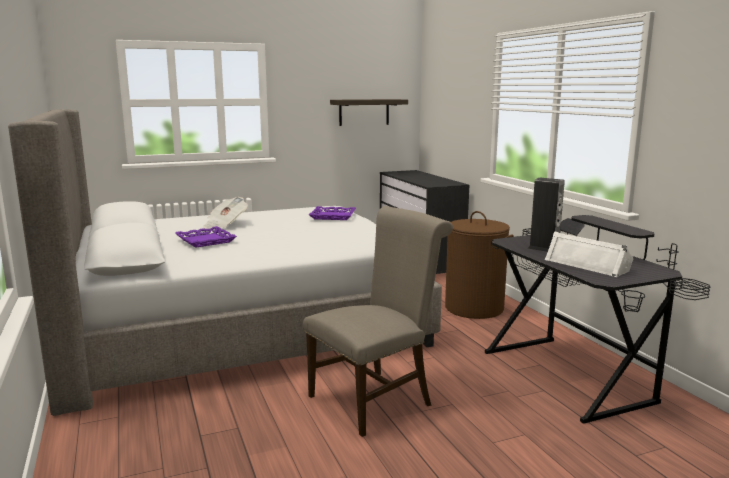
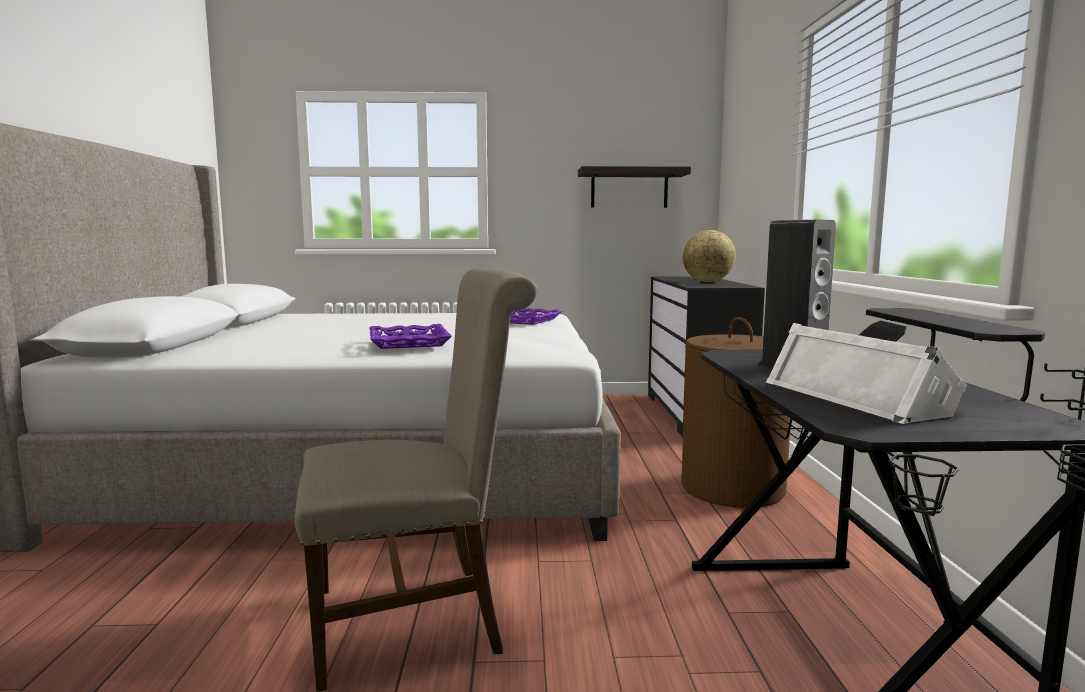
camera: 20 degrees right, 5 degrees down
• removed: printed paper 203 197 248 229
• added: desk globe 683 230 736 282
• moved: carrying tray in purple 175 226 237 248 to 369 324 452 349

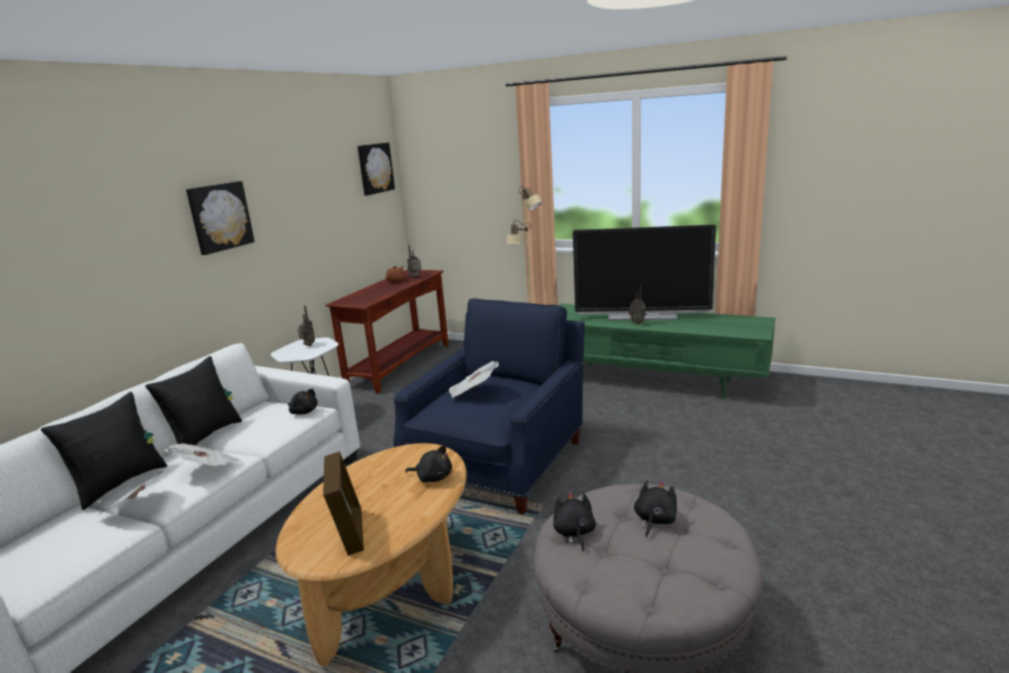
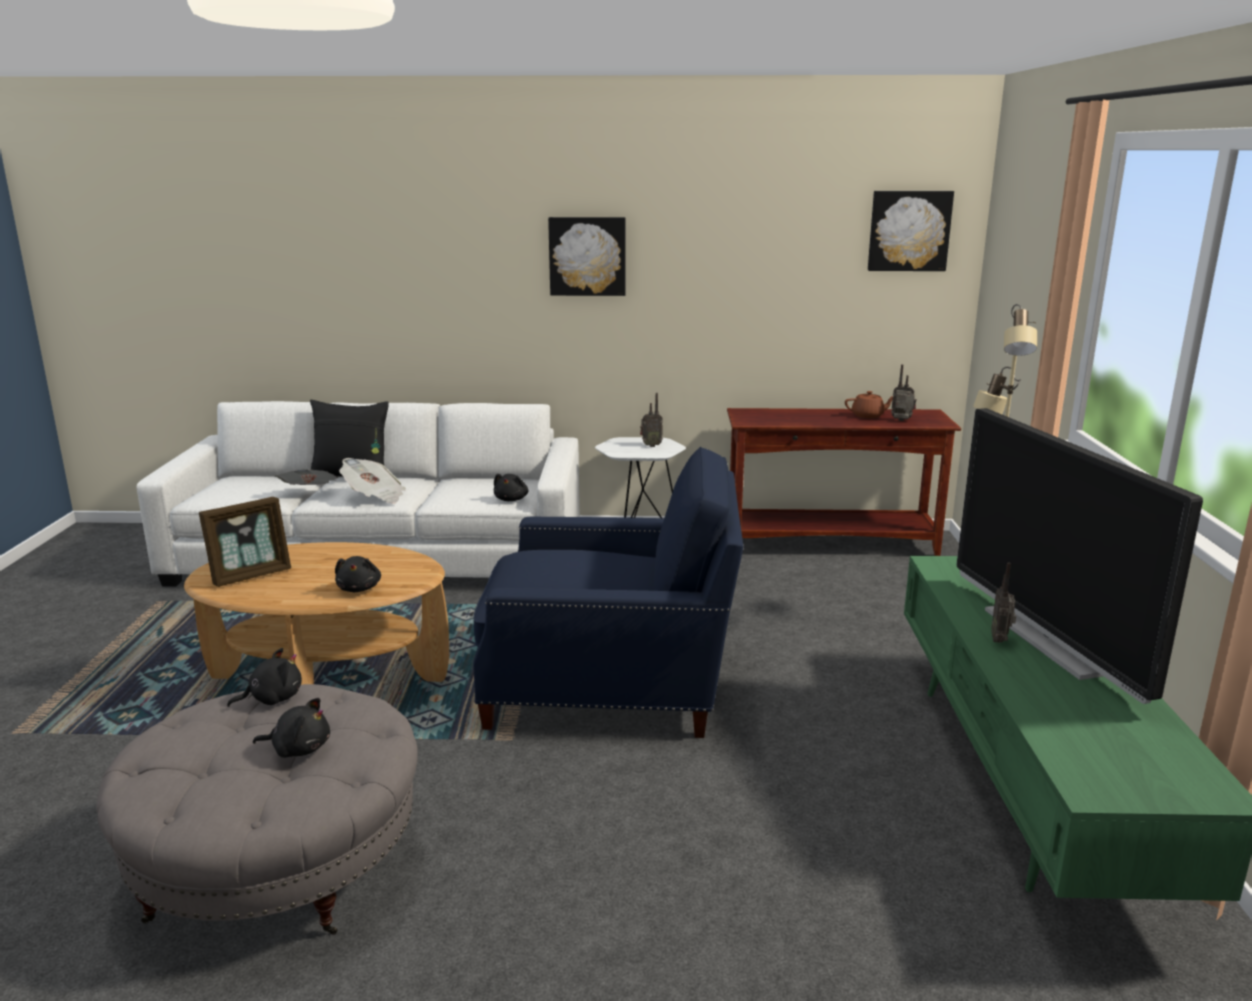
camera: 65 degrees right, 0 degrees up
• removed: cushion in black 145 356 242 445
• removed: printed paper 449 361 499 398

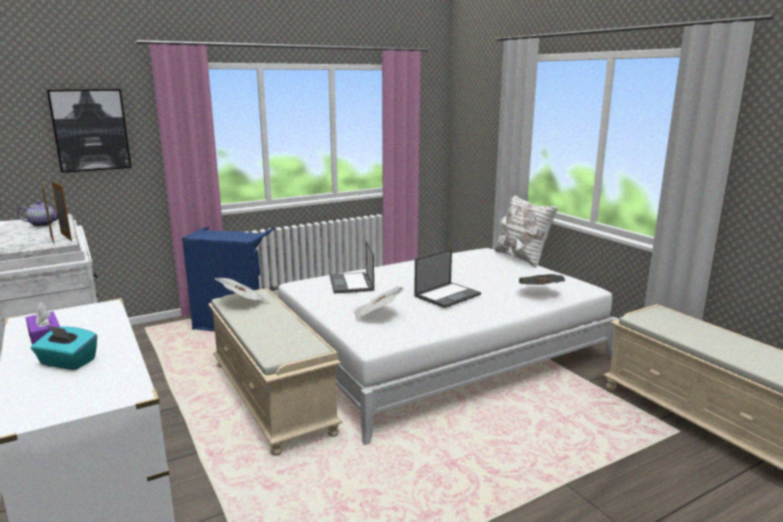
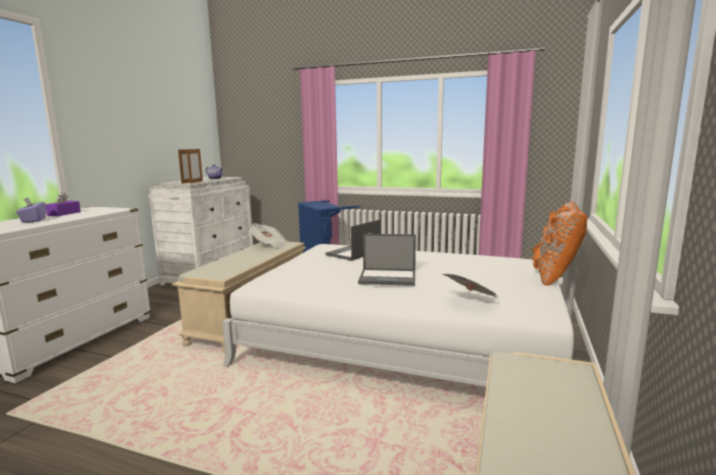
camera: 50 degrees right, 5 degrees down
• removed: wall art 47 89 131 173
• removed: printed paper 353 286 404 318
• recoloured: tissue holder in blue-green 31 325 97 370 to tissue holder in purple 16 198 46 223
• recoloured: cushion in white 495 196 557 268 to cushion in orangey 531 201 588 286

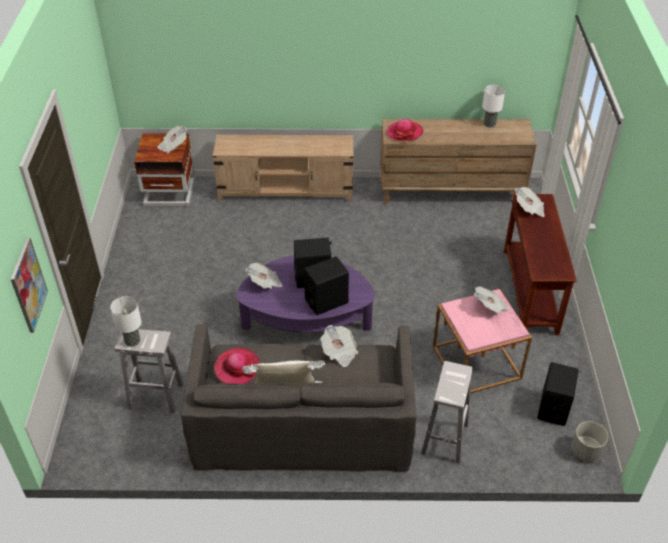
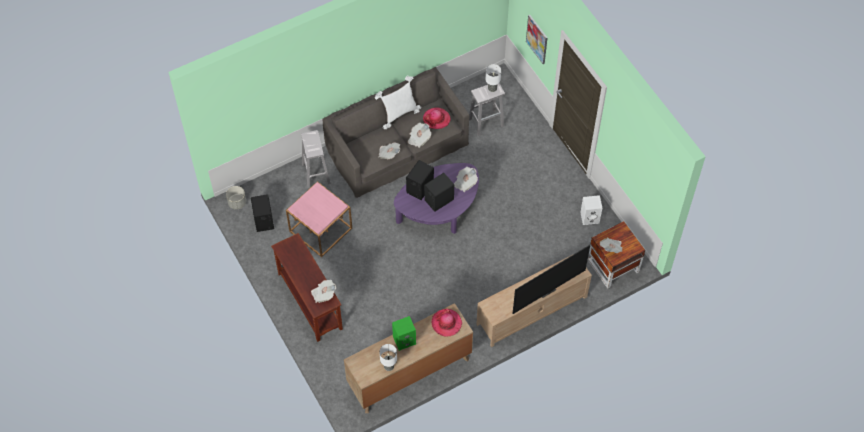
camera: 150 degrees right, 15 degrees up
• added: audio speaker in greenish 392 316 416 351
• added: TV set 512 245 590 314
• added: audio speaker in white 580 195 602 225
• moved: printed paper 474 286 510 313 to 408 123 431 148

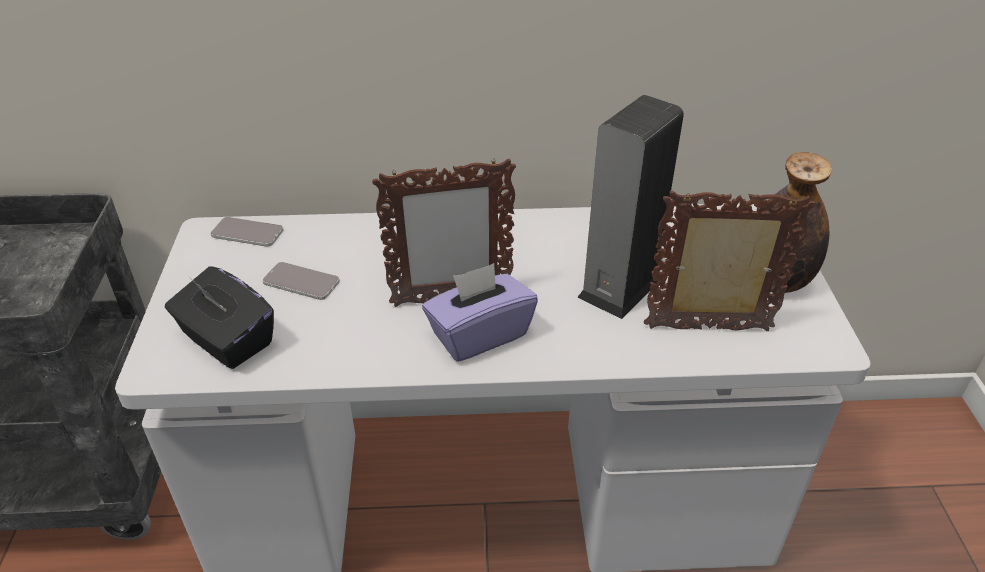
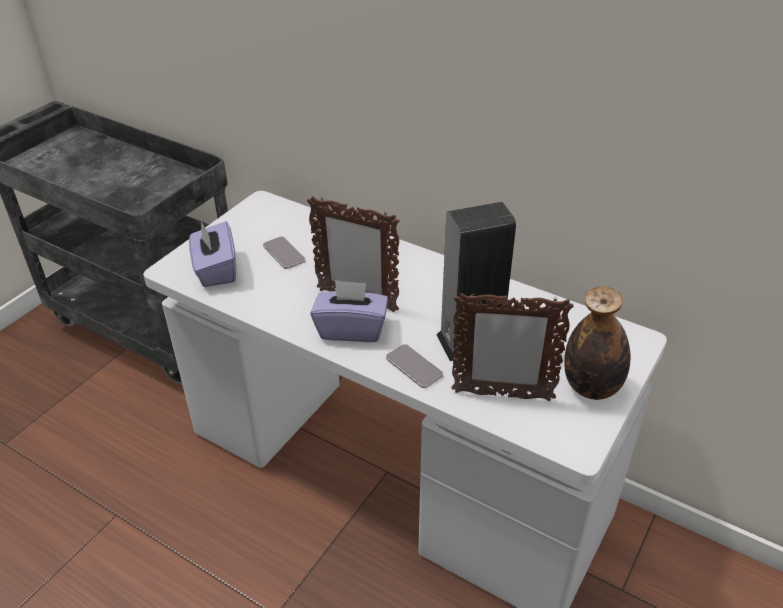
camera: 35 degrees right, 0 degrees up
• moved: telephone 211 217 284 247 to 386 344 443 388
• recoloured: tissue holder in black 165 267 274 369 to tissue holder in purple 189 221 236 287
• turned: photo frame 644 191 816 331 = 452 292 574 401 150 degrees clockwise

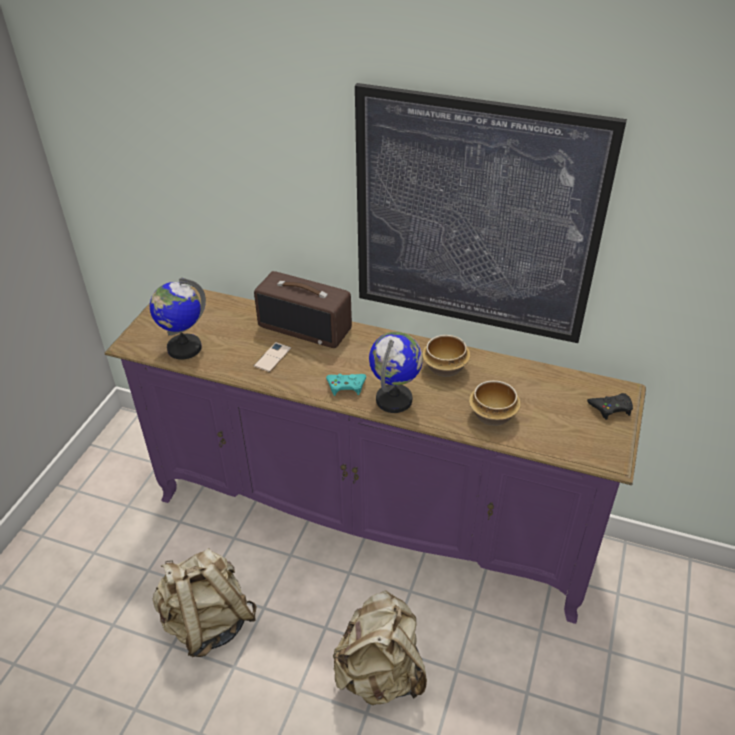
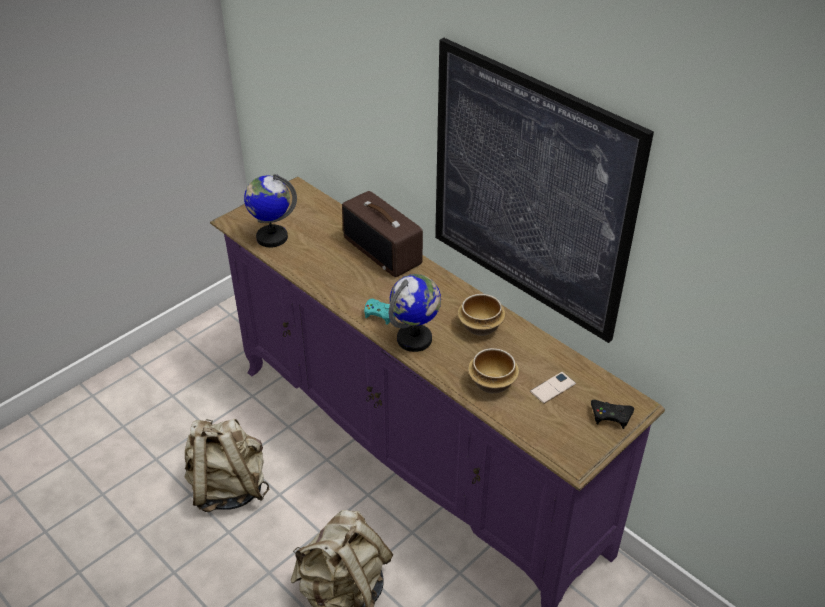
camera: 25 degrees right, 0 degrees up
• moved: telephone 254 342 291 372 to 530 372 576 404

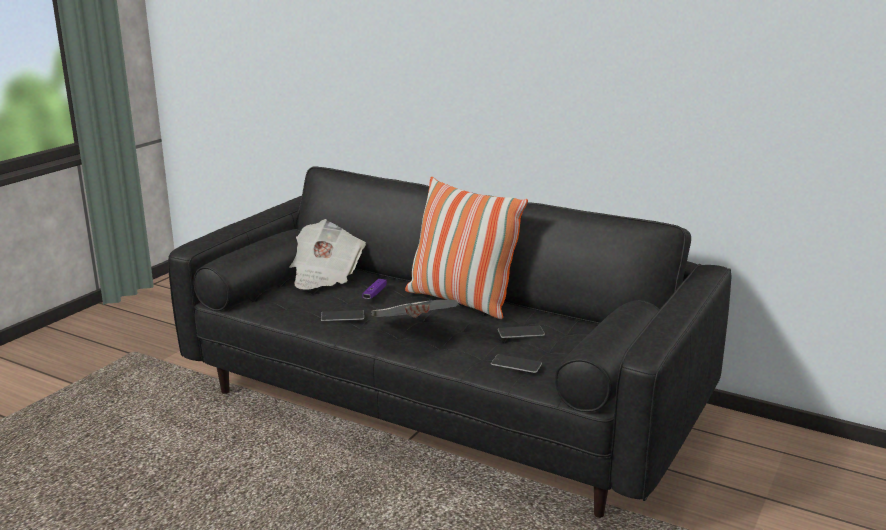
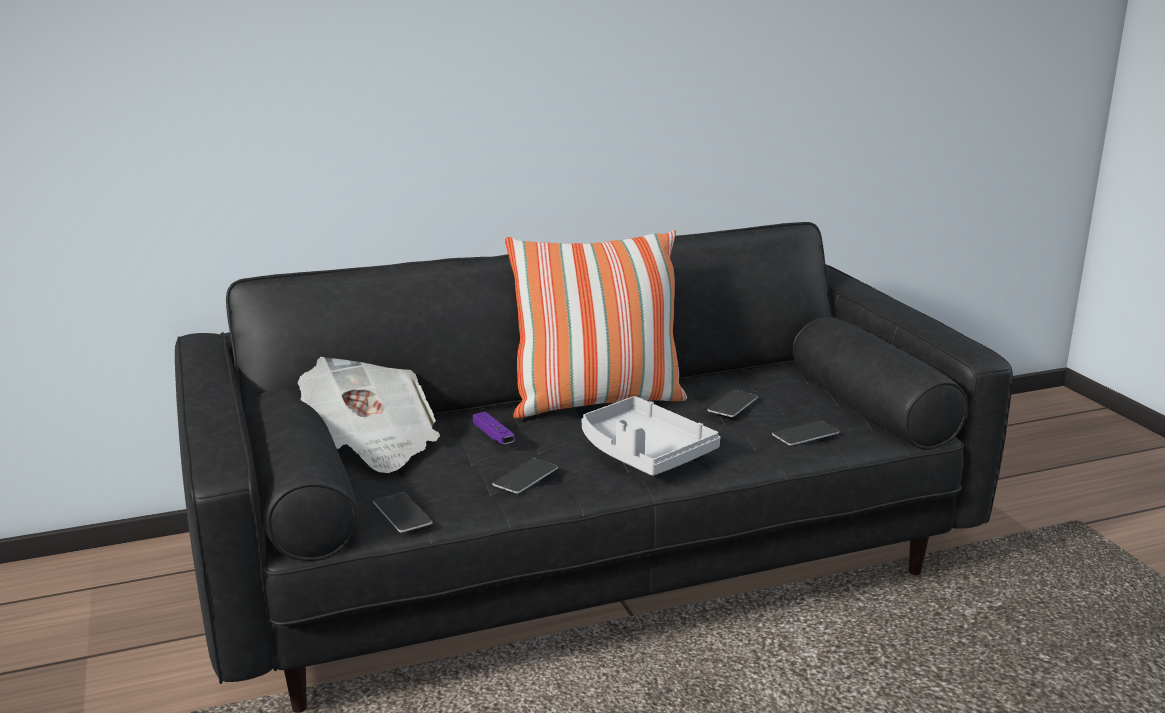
camera: 50 degrees left, 0 degrees up
• added: telephone 373 493 433 533
• replaced: printed paper 371 300 459 318 to carrying tray in greyish 581 396 720 476

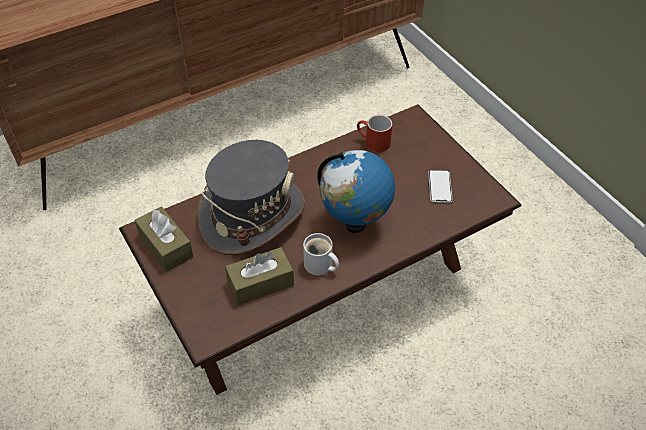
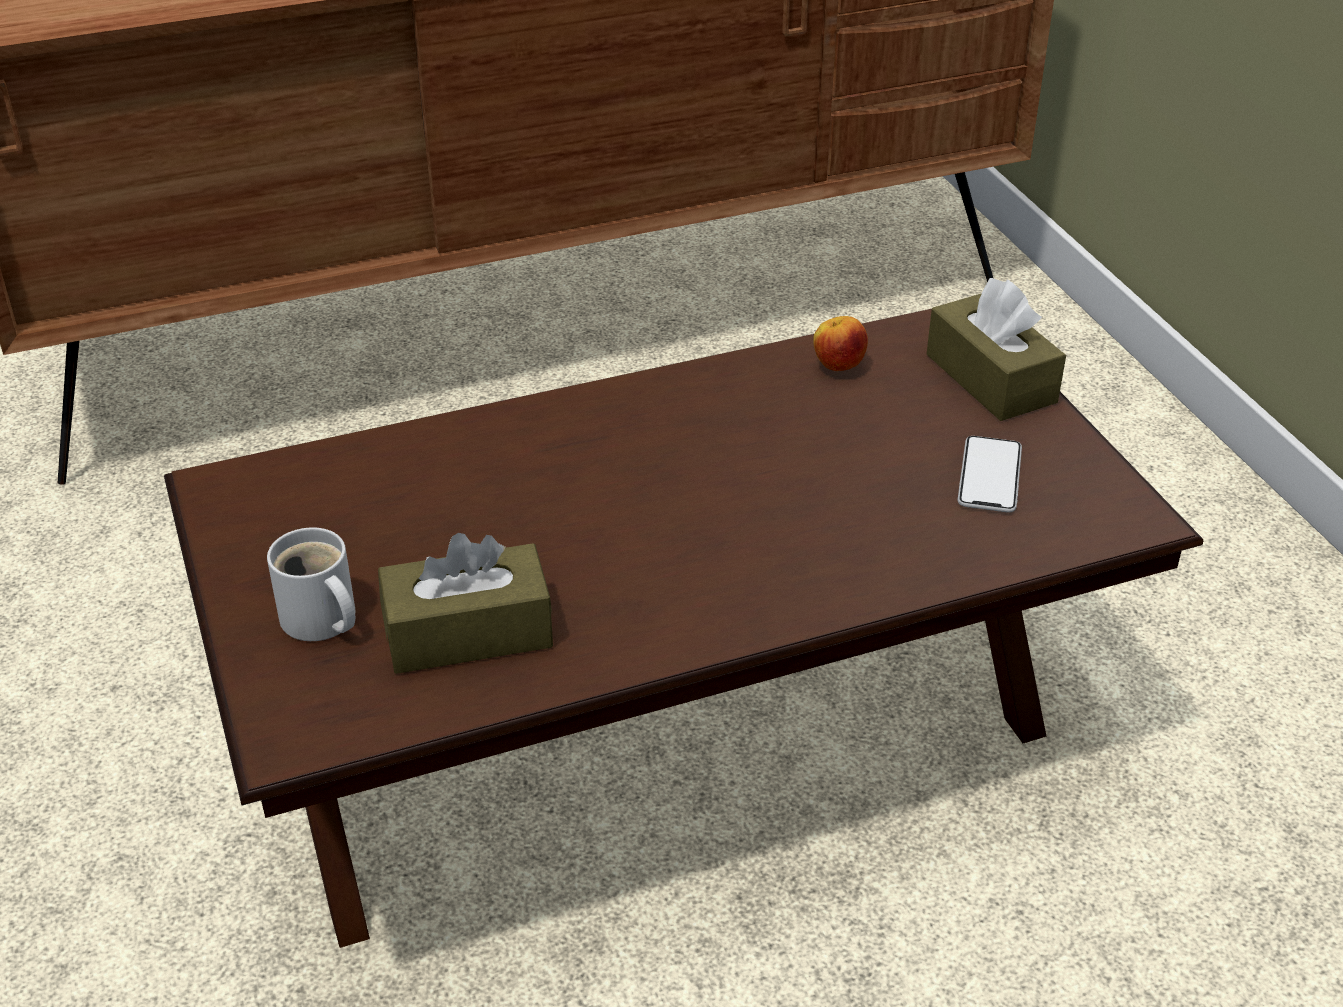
camera: 10 degrees right, 10 degrees down
• removed: clothing hat in greyish 197 140 305 255
• removed: desk globe 317 150 395 233
• moved: tissue holder in brown 135 206 193 272 to 926 278 1066 421
• moved: coffee mug in white 303 233 339 275 to 267 527 356 641
• replaced: coffee mug in red 357 115 392 152 to apple fruit 813 316 868 371

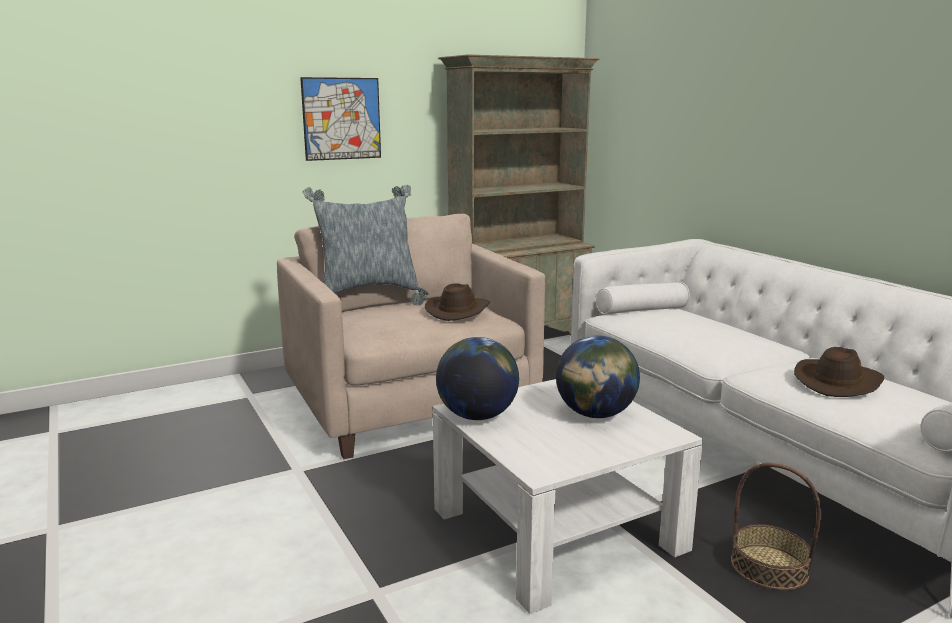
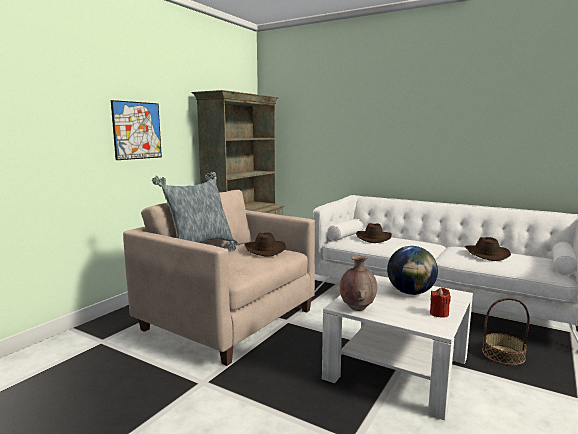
camera: 30 degrees left, 5 degrees down
• added: clothing hat in brown 356 223 392 243
• added: wax candle in red 430 288 451 318
• replaced: desk globe 436 337 519 420 to decorative vase in brown 340 256 377 311

